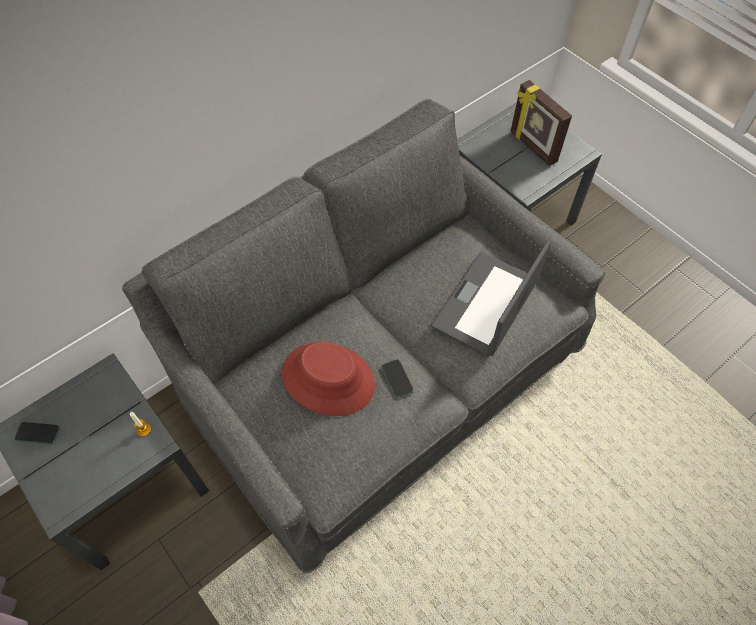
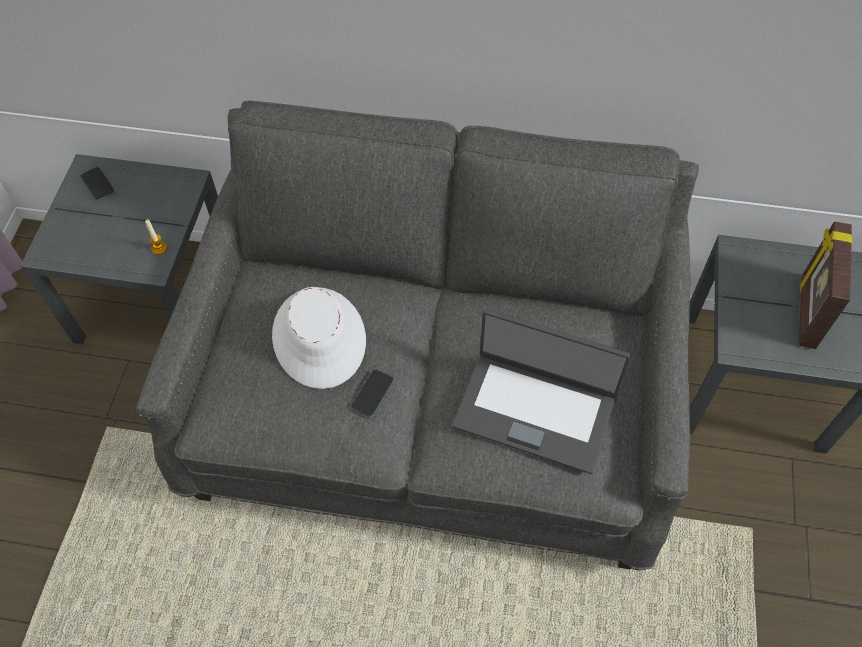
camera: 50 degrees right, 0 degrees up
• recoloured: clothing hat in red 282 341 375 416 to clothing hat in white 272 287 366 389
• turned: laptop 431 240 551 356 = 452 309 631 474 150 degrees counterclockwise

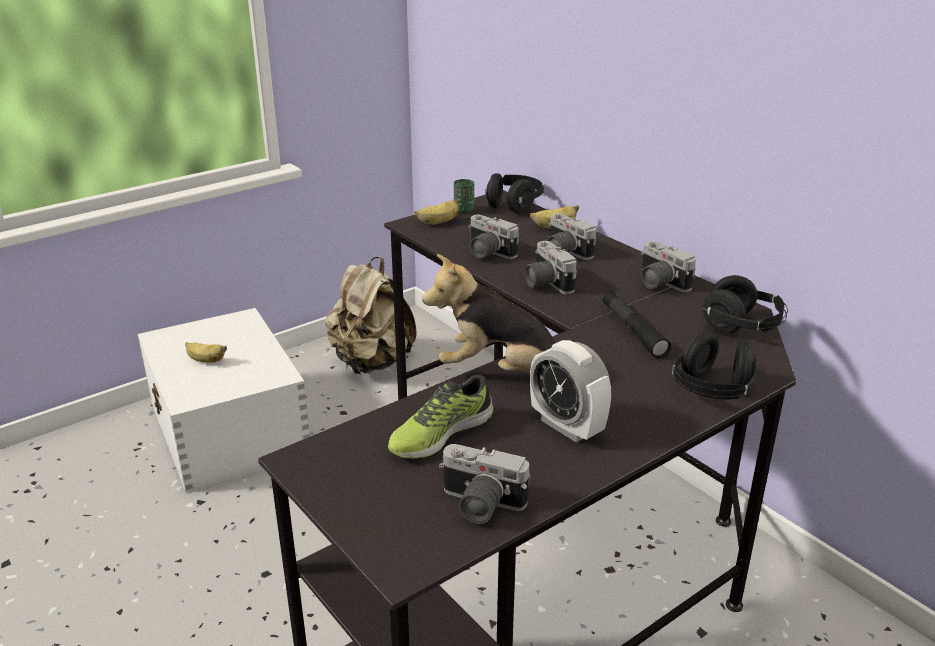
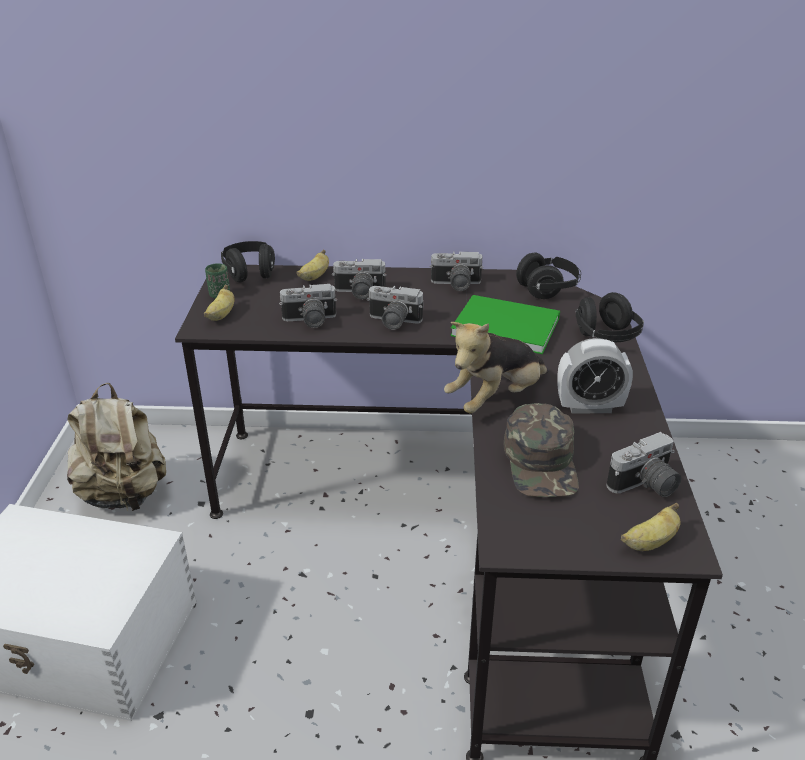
camera: 50 degrees left, 5 degrees up
• moved: whole banana 185 342 227 363 to 621 503 680 551
• replaced: shoe 388 374 493 459 to peaked cap in greenish 504 403 579 497
• replaced: flashlight in black 602 291 671 358 to volume in greenish 451 295 560 354

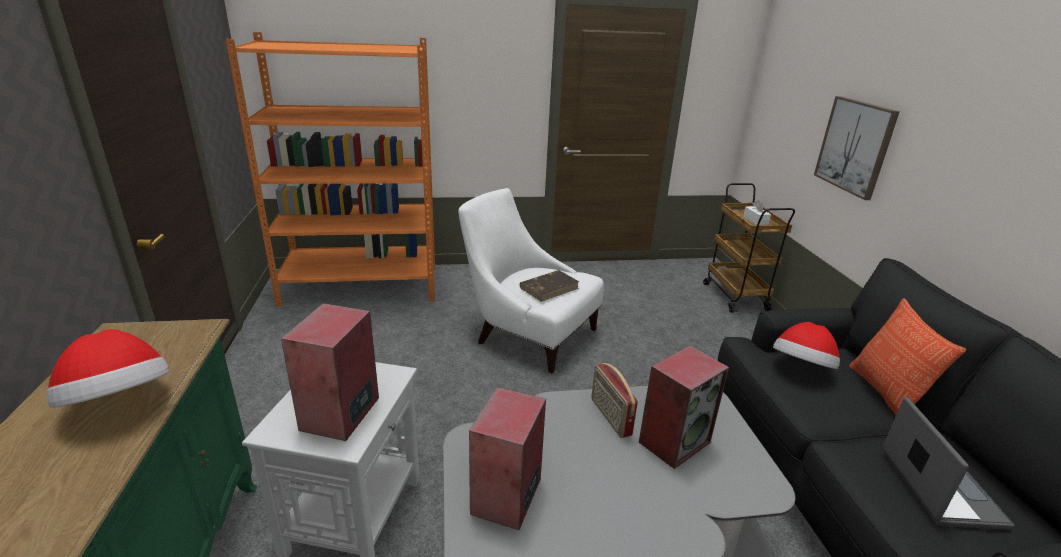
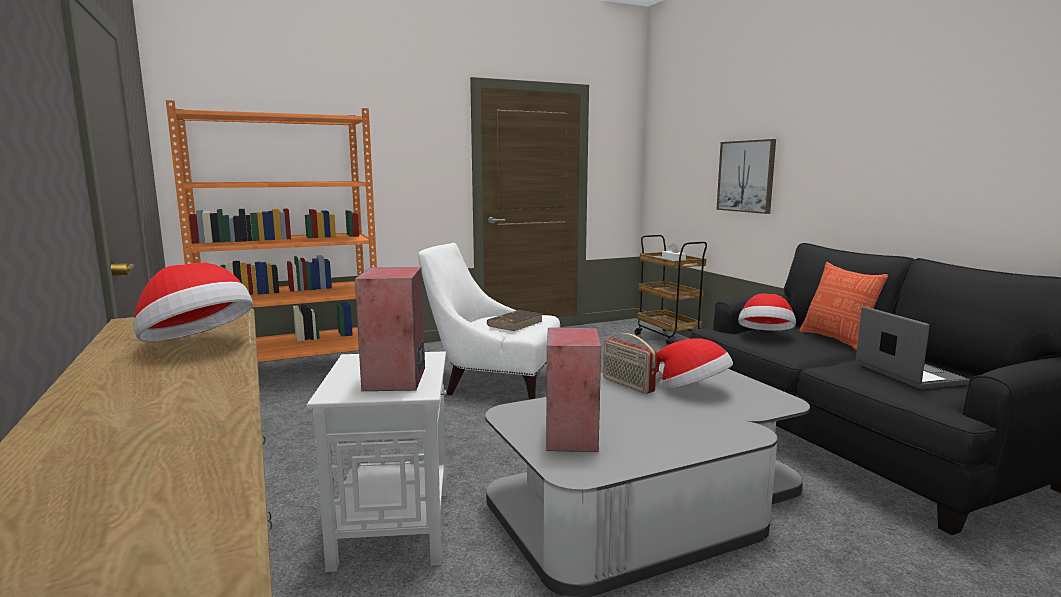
camera: 15 degrees left, 15 degrees down
• replaced: audio speaker 639 346 729 469 to clothing hat 656 338 733 389

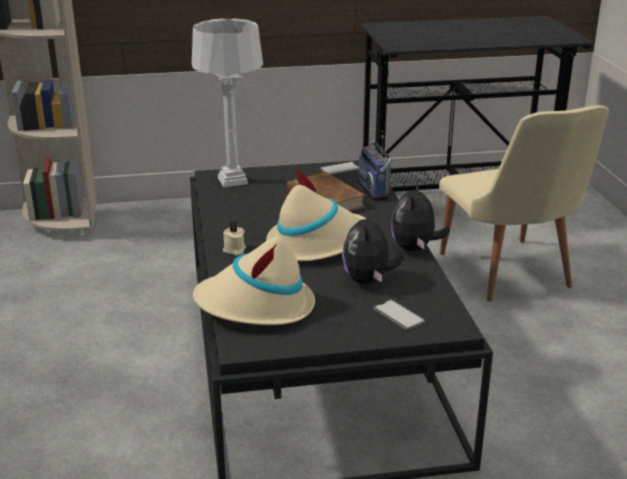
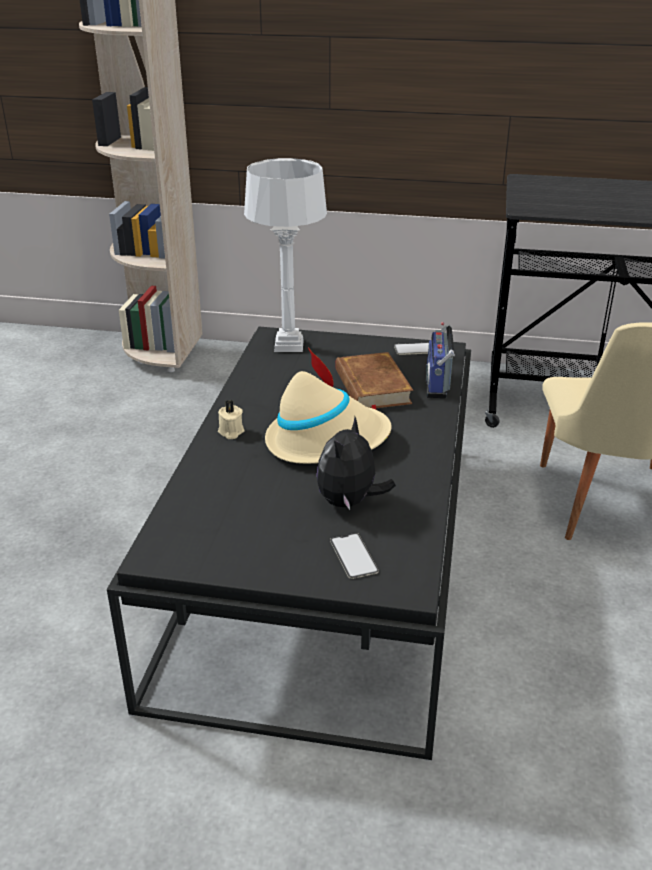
camera: 20 degrees right, 5 degrees up
• removed: clothing hat in beige 193 237 315 325
• removed: cuddly toy 391 180 450 251

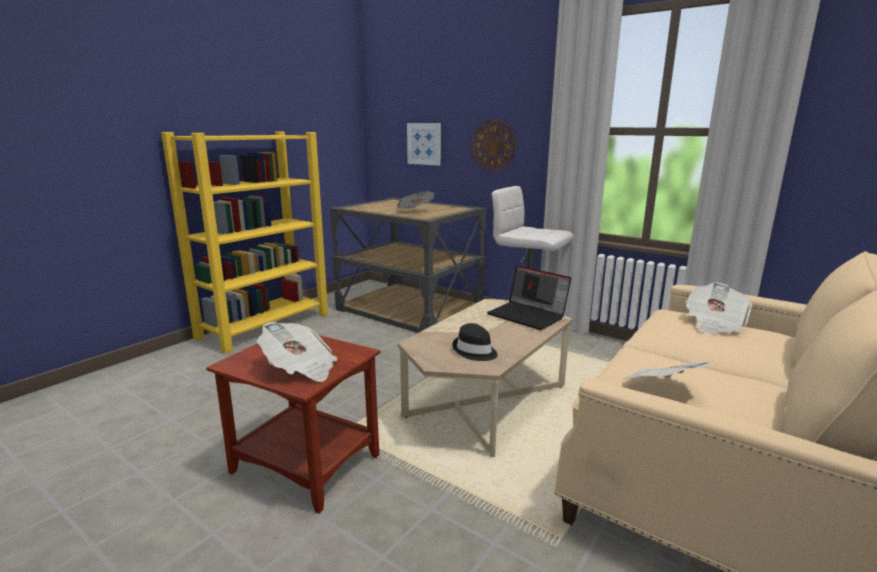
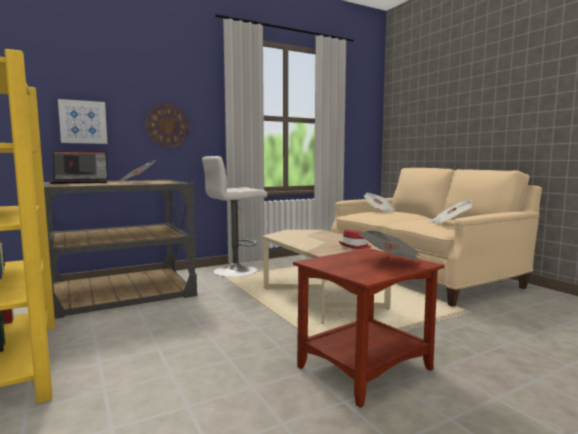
camera: 65 degrees left, 10 degrees down
• moved: laptop 487 266 571 330 to 50 151 108 184
• recoloured: clothing hat in black 453 323 498 361 to clothing hat in red 339 229 371 249

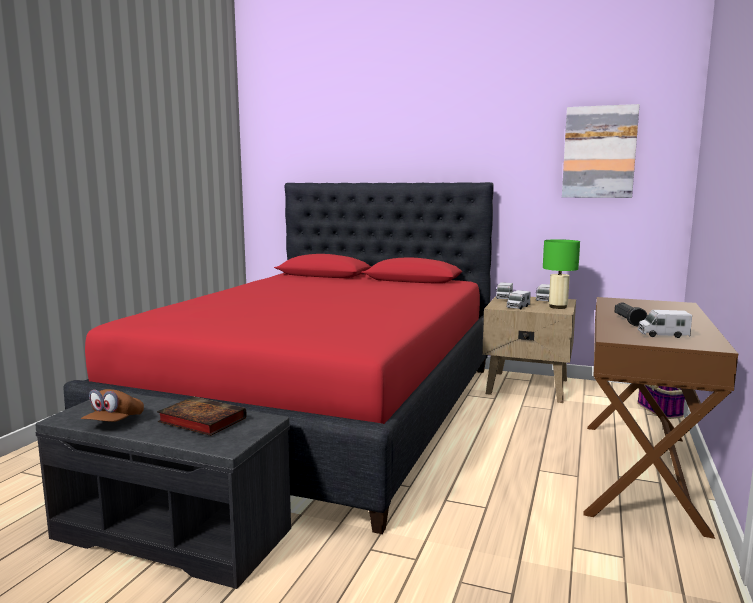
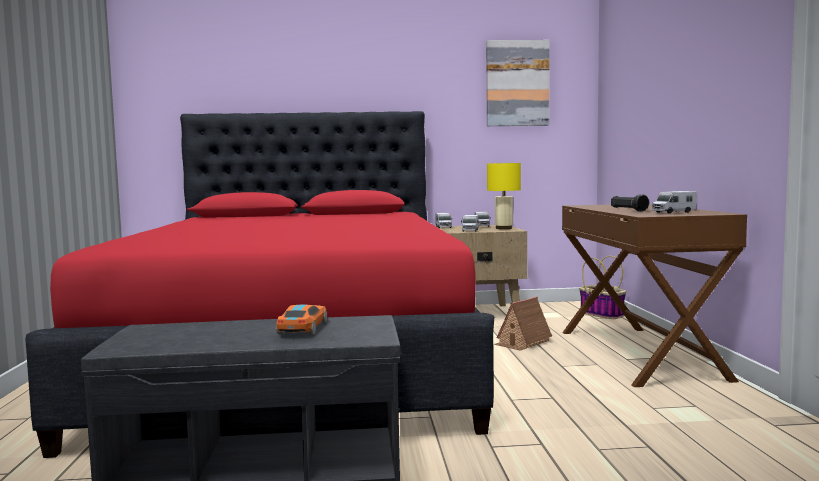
camera: 25 degrees left, 5 degrees down
• removed: peaked cap in brown 81 389 144 422
• added: model house 494 297 552 351
• replaced: volume 157 396 247 436 to model car 276 305 327 335
• recoloured: lamp for a table in greenish 543 239 580 309 to lamp for a table in yellowish 487 163 521 229

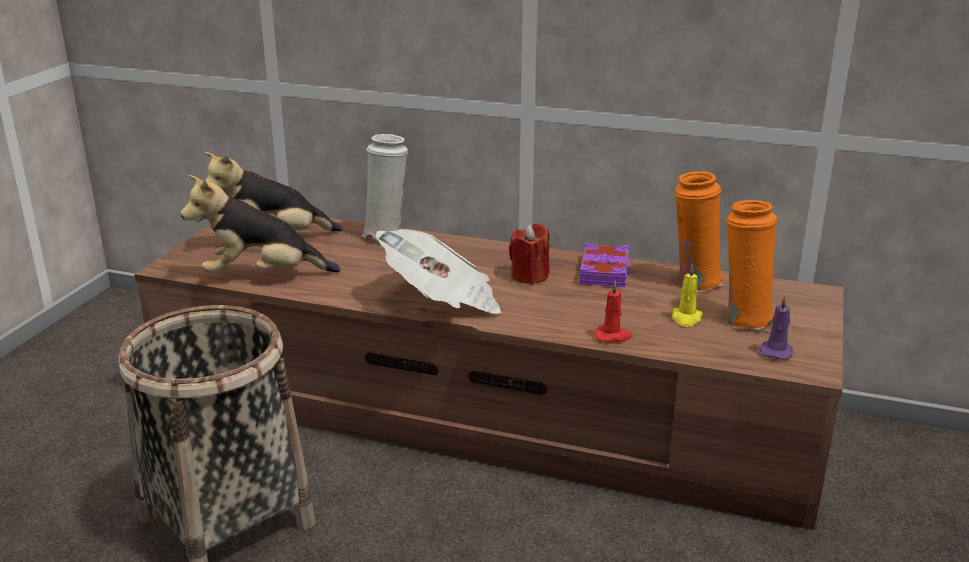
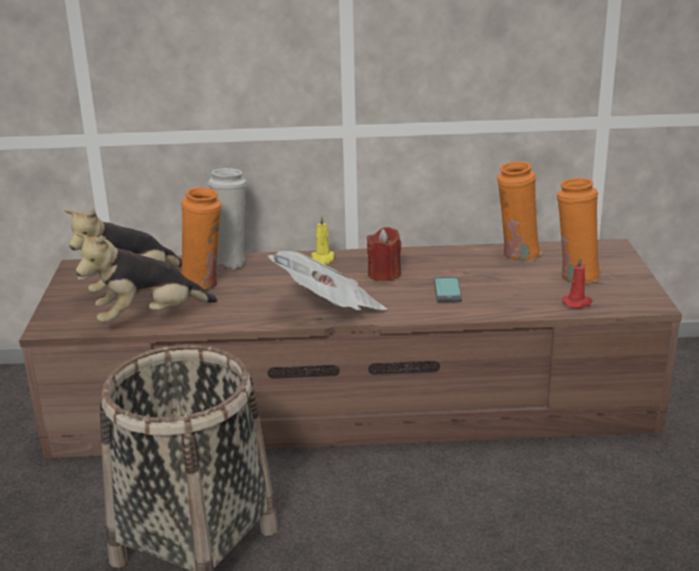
camera: 20 degrees left, 0 degrees up
• removed: volume in purple 579 243 630 287
• removed: wax candle in purple 759 296 793 360
• added: decorative vase in orangey 181 187 222 291
• added: telephone 434 276 462 302
• moved: wax candle in red 594 281 632 342 to 562 256 592 308
• moved: wax candle in yellowish 672 264 703 327 to 311 215 335 265

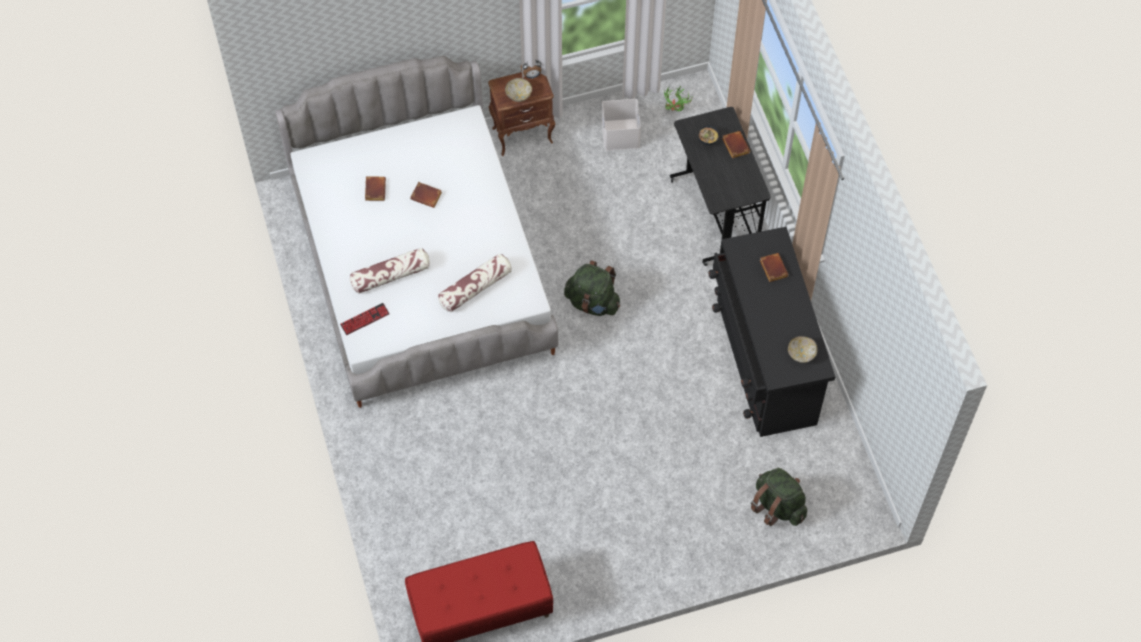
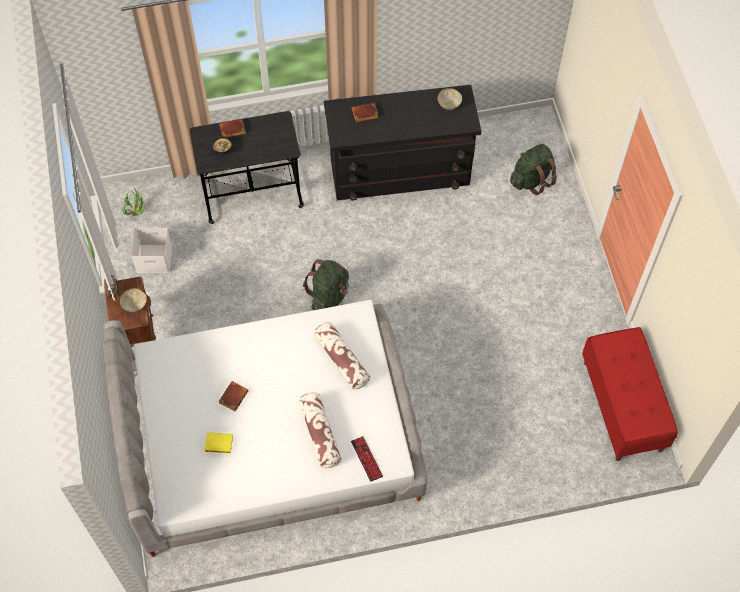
camera: 85 degrees left, 0 degrees up
• recoloured: volume in brown 365 176 386 201 to volume in yellowish 204 432 233 454

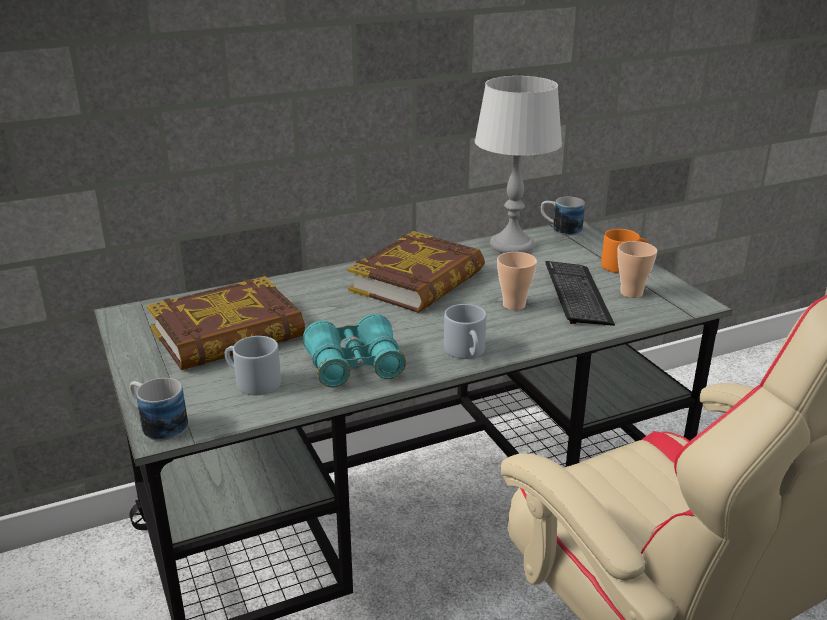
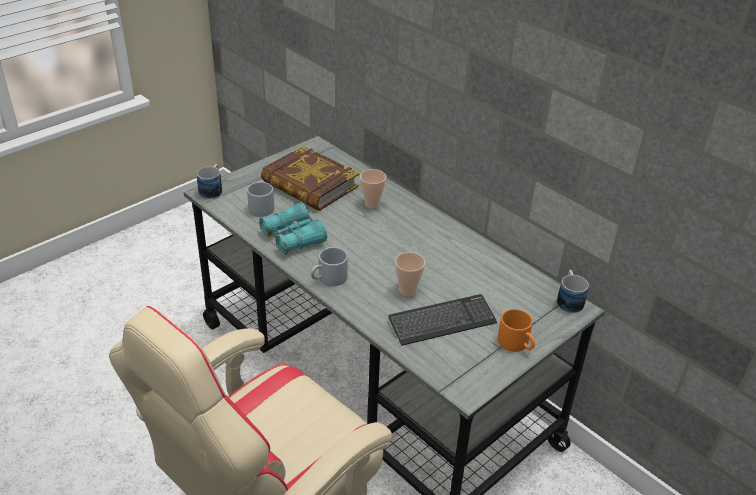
camera: 70 degrees right, 10 degrees up
• removed: volume 347 231 485 313
• removed: lamp for a table in greyish 475 76 562 253
• moved: small cup 617 241 657 298 to 360 169 386 209

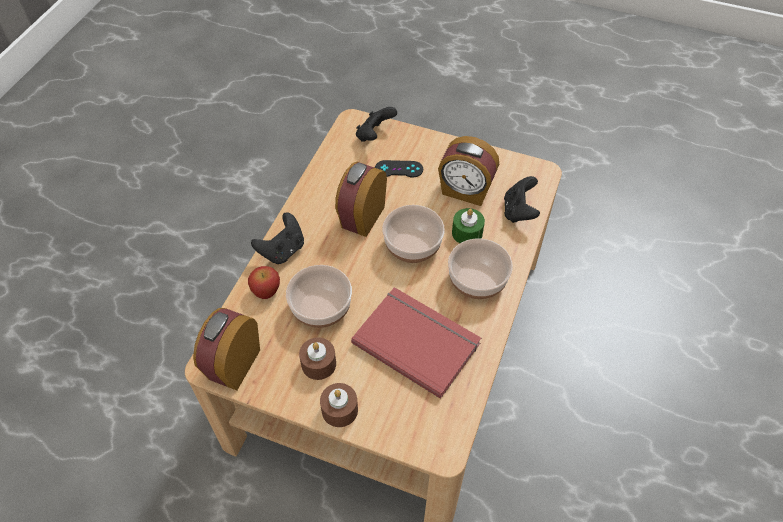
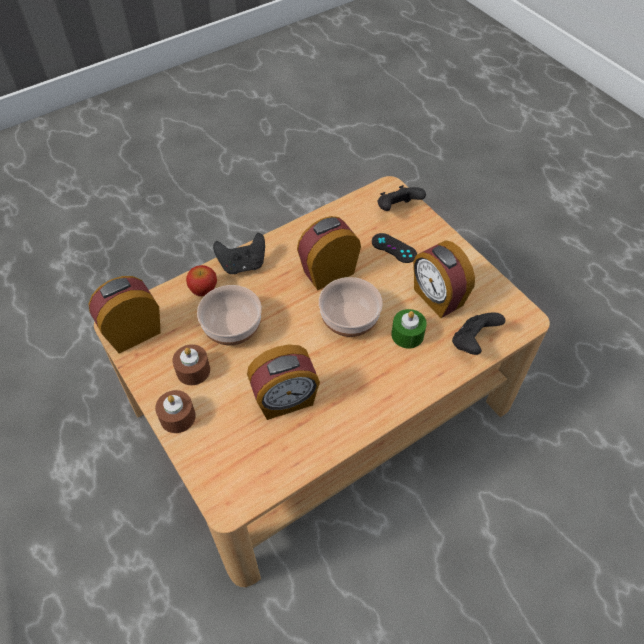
camera: 35 degrees right, 0 degrees up
• removed: serving bowl 448 239 513 299
• replaced: volume in red 351 287 481 399 to alarm clock 247 345 320 420

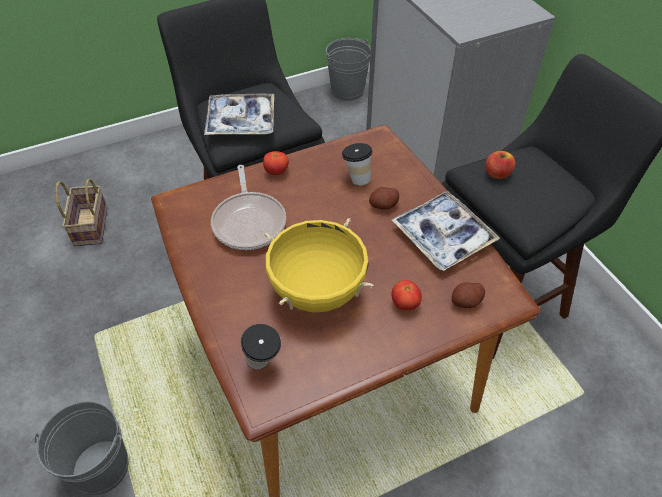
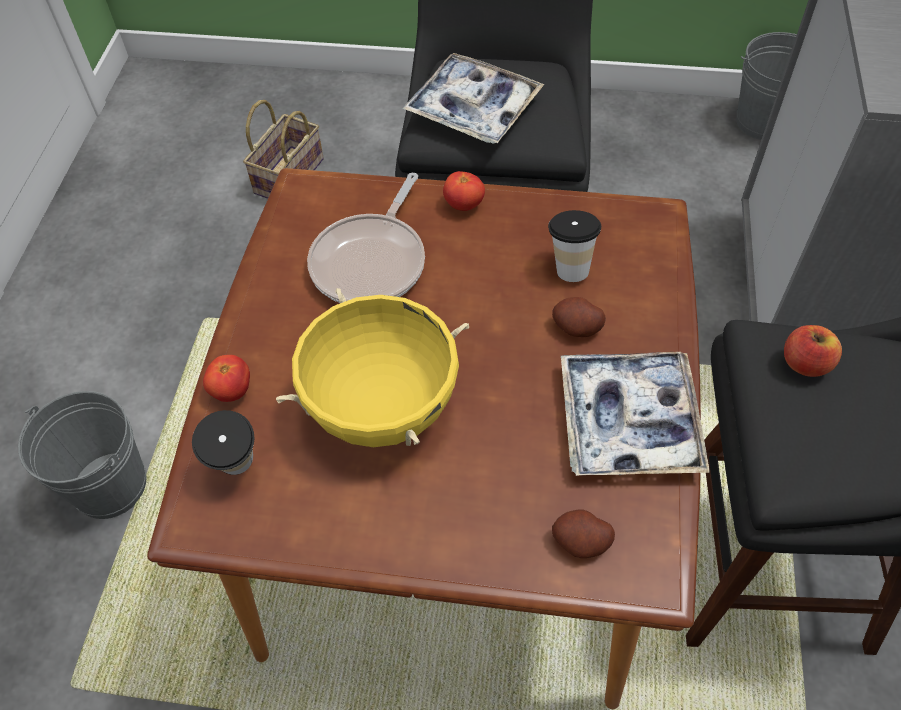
camera: 35 degrees right, 5 degrees up
• moved: tomato 391 280 422 310 to 203 355 250 402

